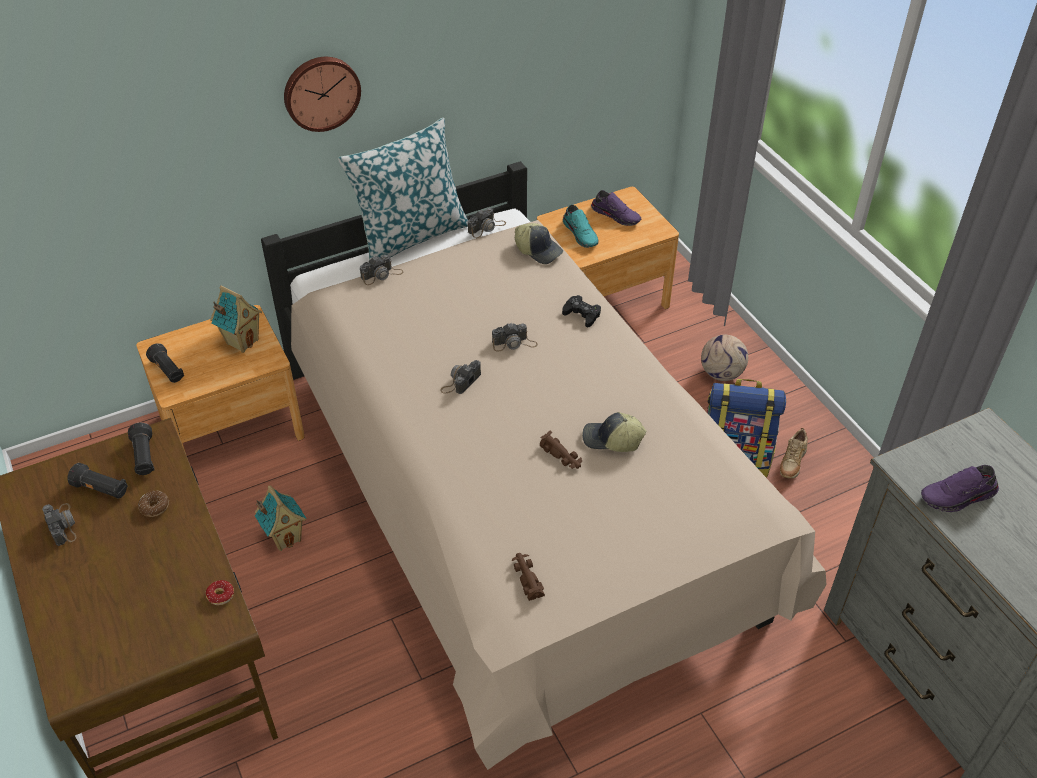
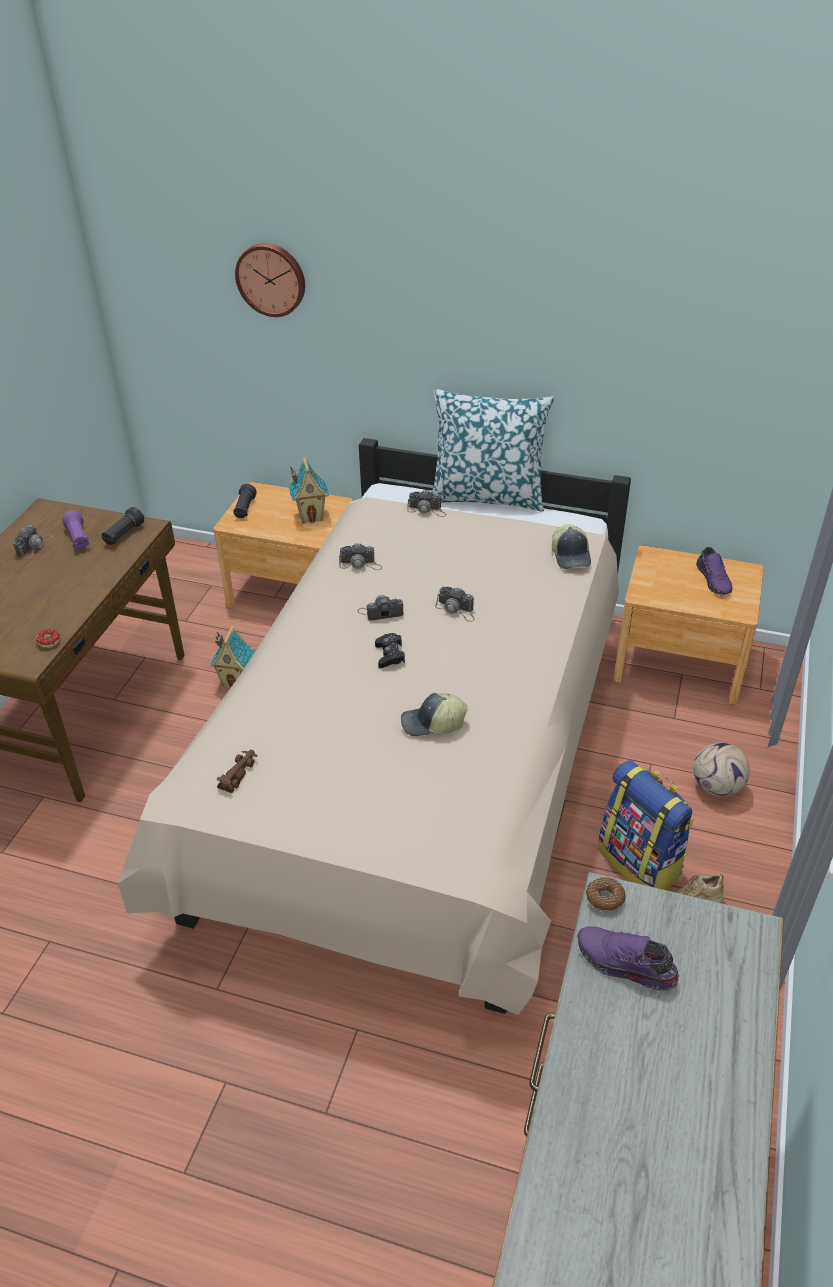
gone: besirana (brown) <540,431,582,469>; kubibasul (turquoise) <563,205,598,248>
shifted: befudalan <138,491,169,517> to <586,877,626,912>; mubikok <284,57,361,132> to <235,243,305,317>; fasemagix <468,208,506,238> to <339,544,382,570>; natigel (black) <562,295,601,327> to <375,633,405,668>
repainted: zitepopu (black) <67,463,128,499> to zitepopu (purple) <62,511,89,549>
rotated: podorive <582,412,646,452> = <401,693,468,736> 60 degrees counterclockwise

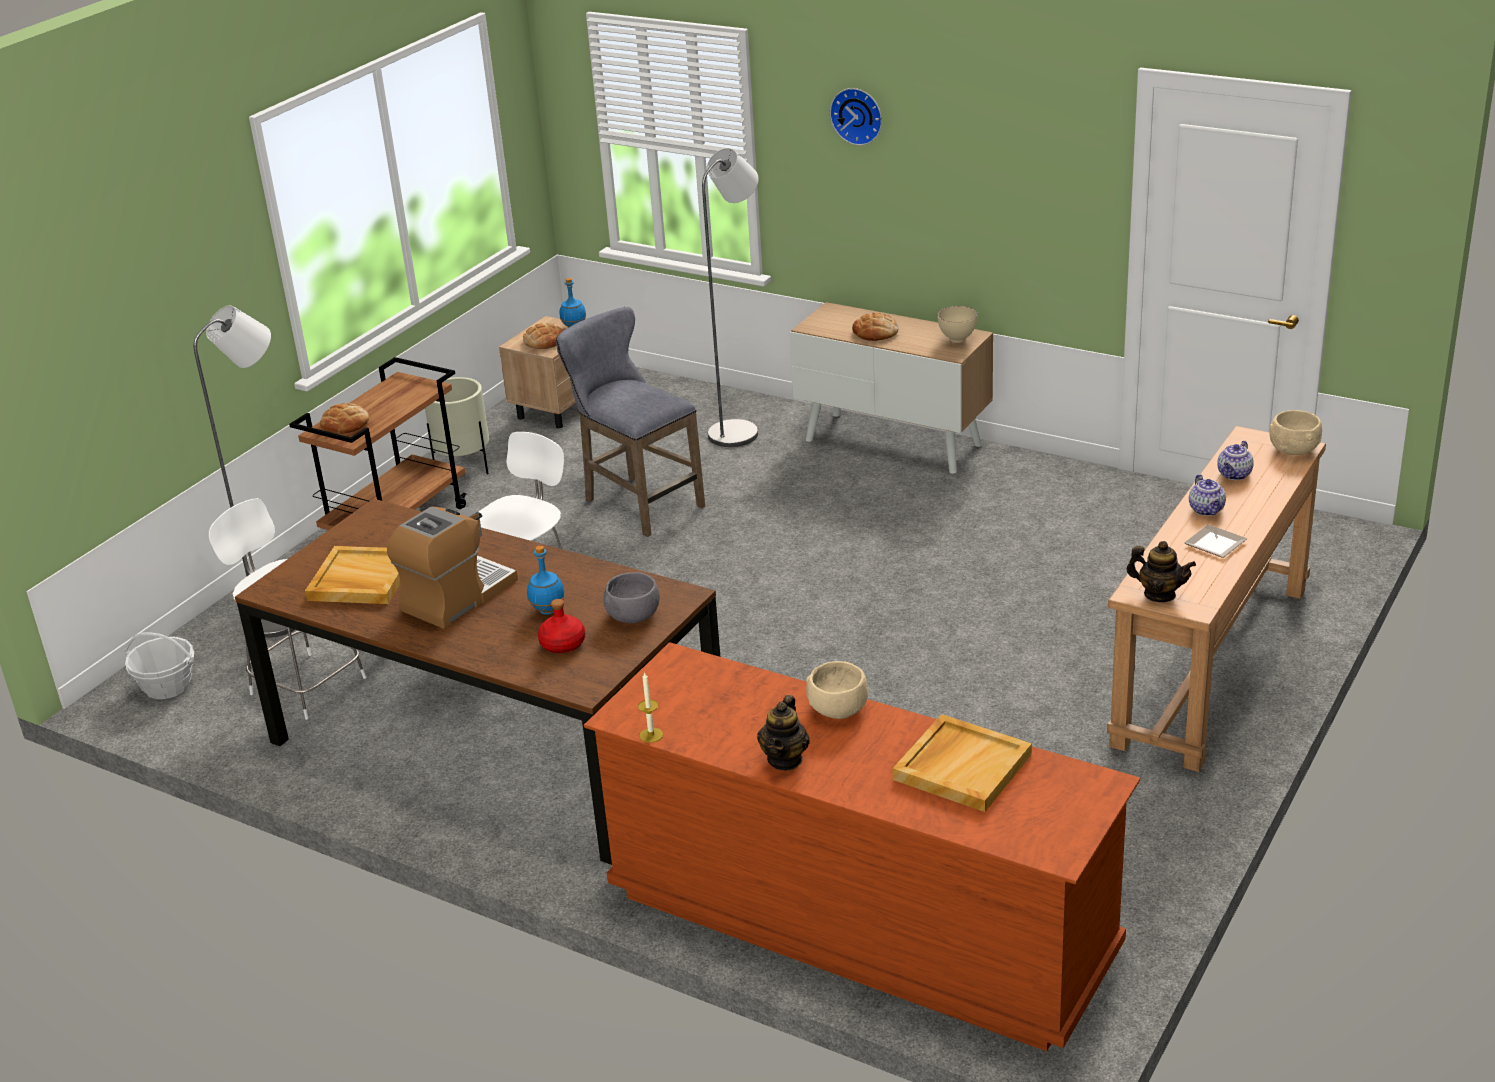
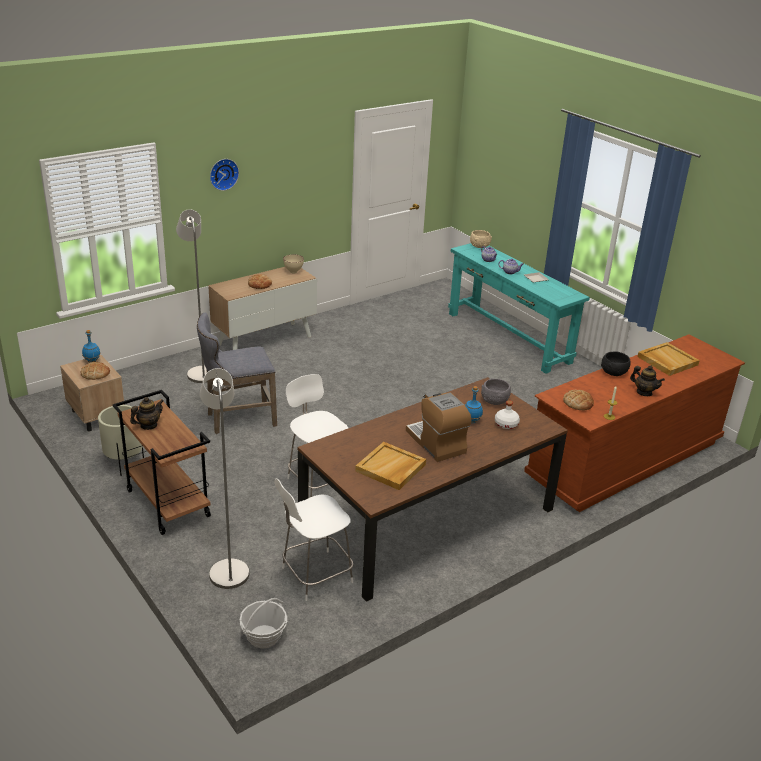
shifted: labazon <320,403,369,434> to <563,390,594,410>; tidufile <1126,541,1196,602> to <130,397,164,430>
repainted: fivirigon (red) <538,599,585,653> to fivirigon (white) <495,400,520,429>; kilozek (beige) <806,661,868,719> to kilozek (black) <601,351,631,376>; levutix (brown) <1107,426,1326,772> to levutix (turquoise) <448,243,590,373>

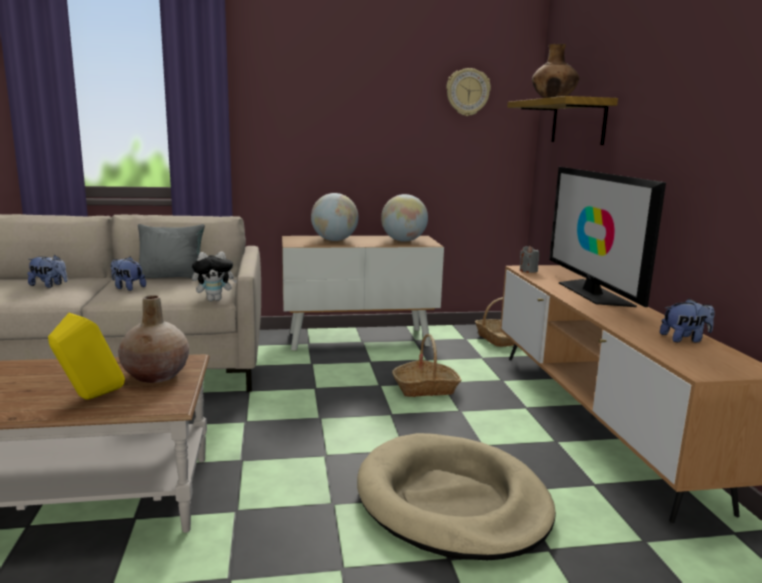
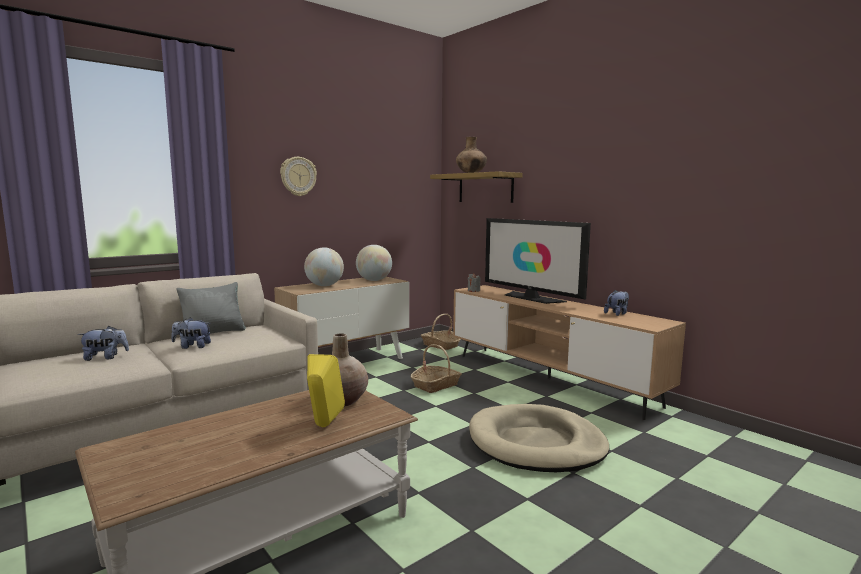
gone: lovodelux <192,252,237,301>
shifted: mubikok <446,68,491,116> to <280,157,317,196>

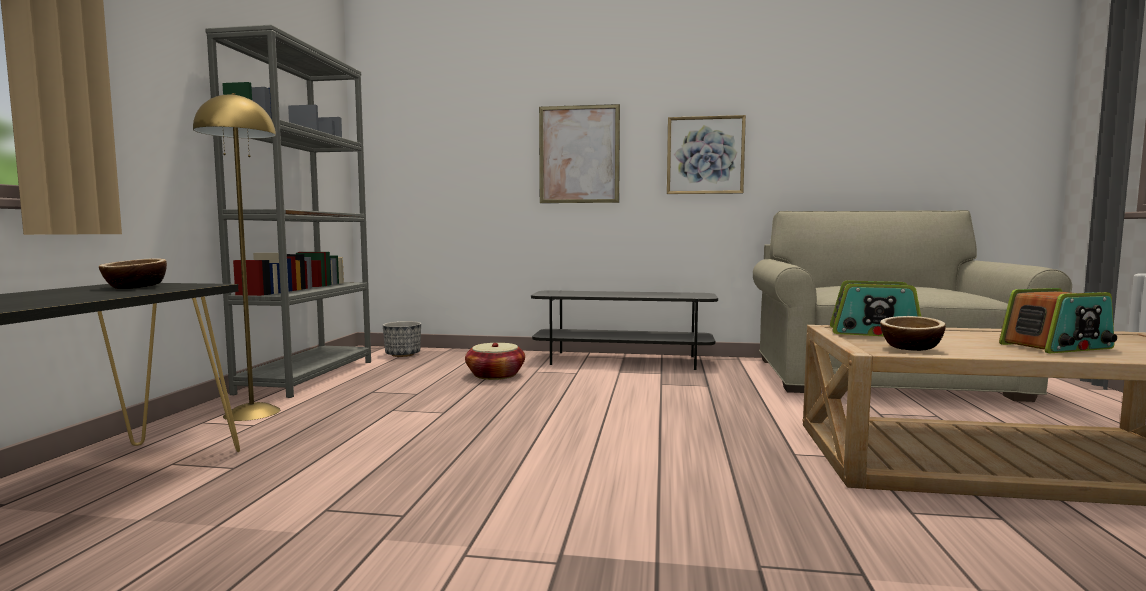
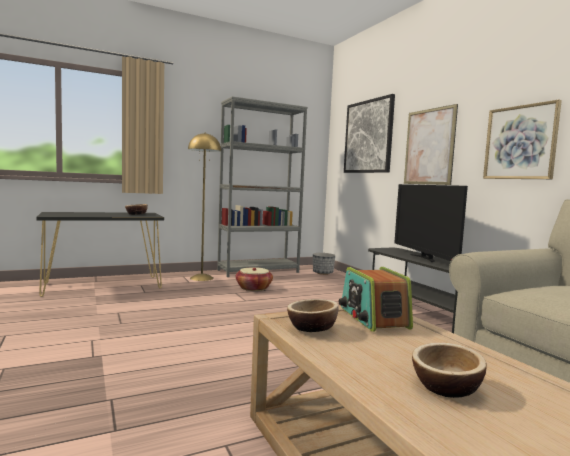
new: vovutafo <344,94,395,173>; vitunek <394,184,468,262>
shifted: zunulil <465,343,525,380> to <236,267,273,291>
swapped: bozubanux <999,288,1117,353> to kilozek <412,343,487,398>

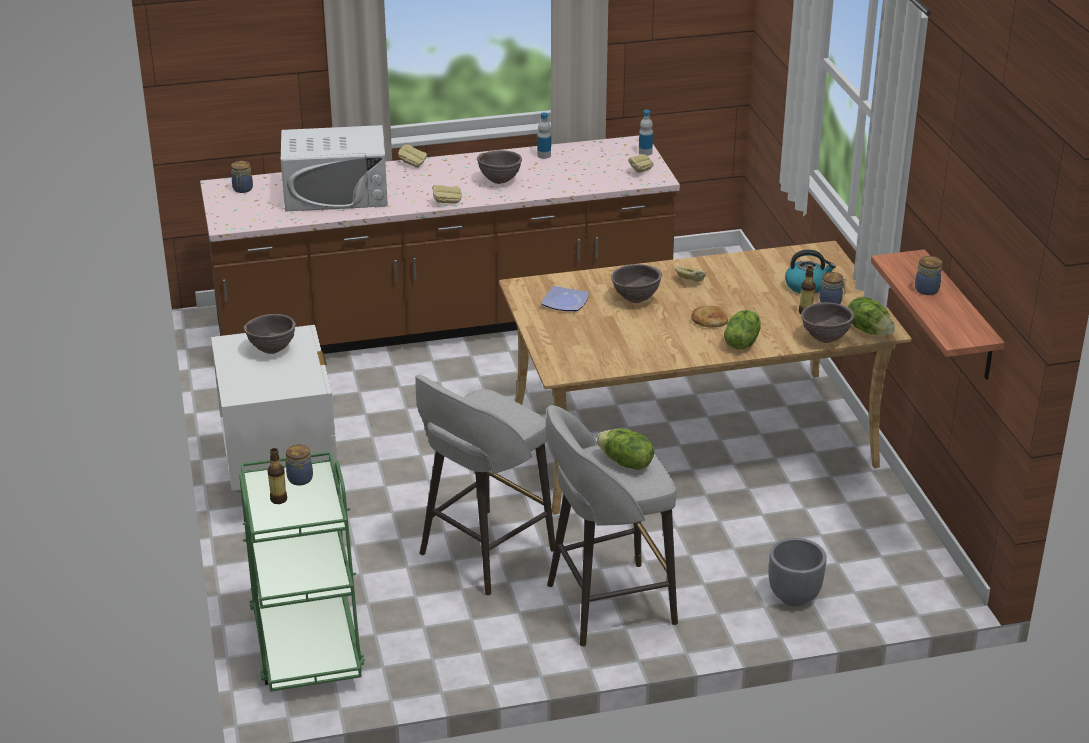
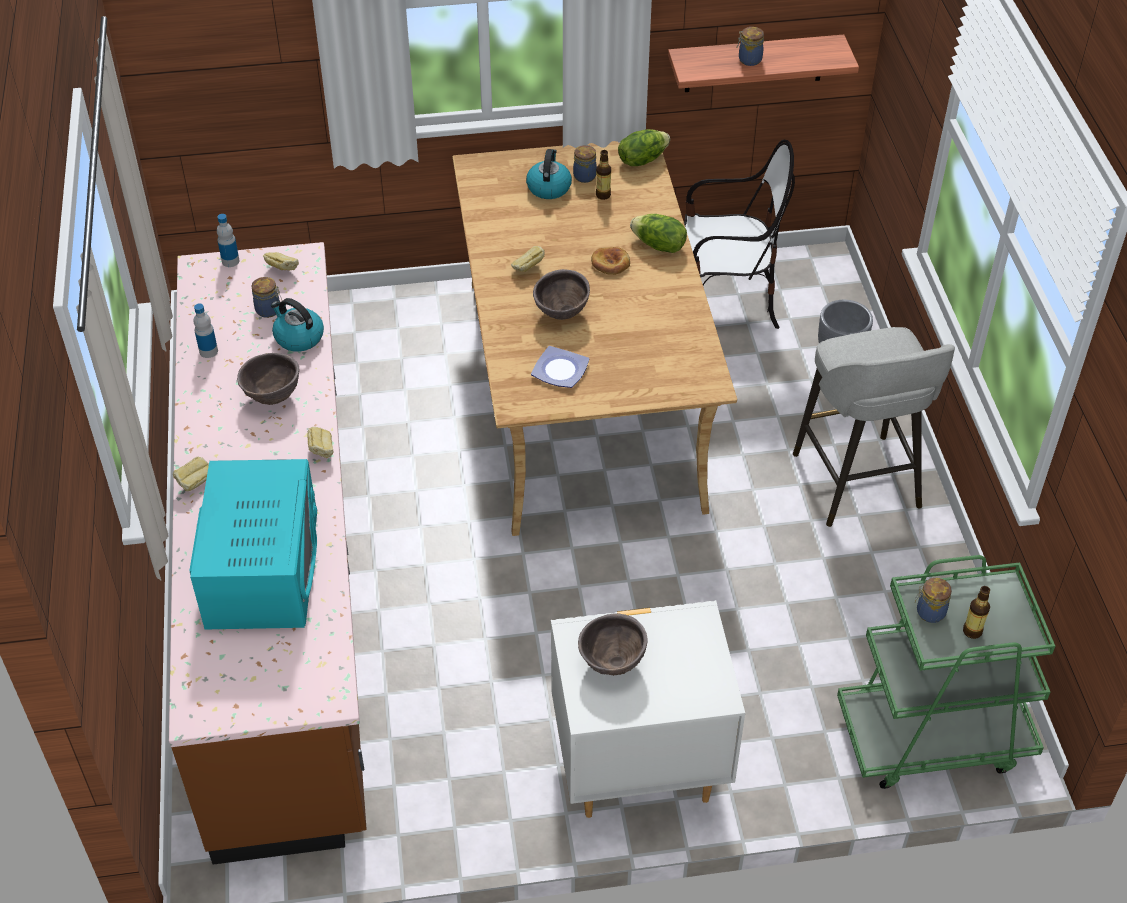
gone: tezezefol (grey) <415,375,555,596>; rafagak <597,428,654,470>; kilozek (brown) <801,302,855,343>
new: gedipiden <271,298,324,352>; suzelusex <684,140,795,329>
shifted: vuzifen <231,161,253,193> to <251,277,282,318>
repainted: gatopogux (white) <281,125,388,212> to gatopogux (turquoise) <189,459,317,630>

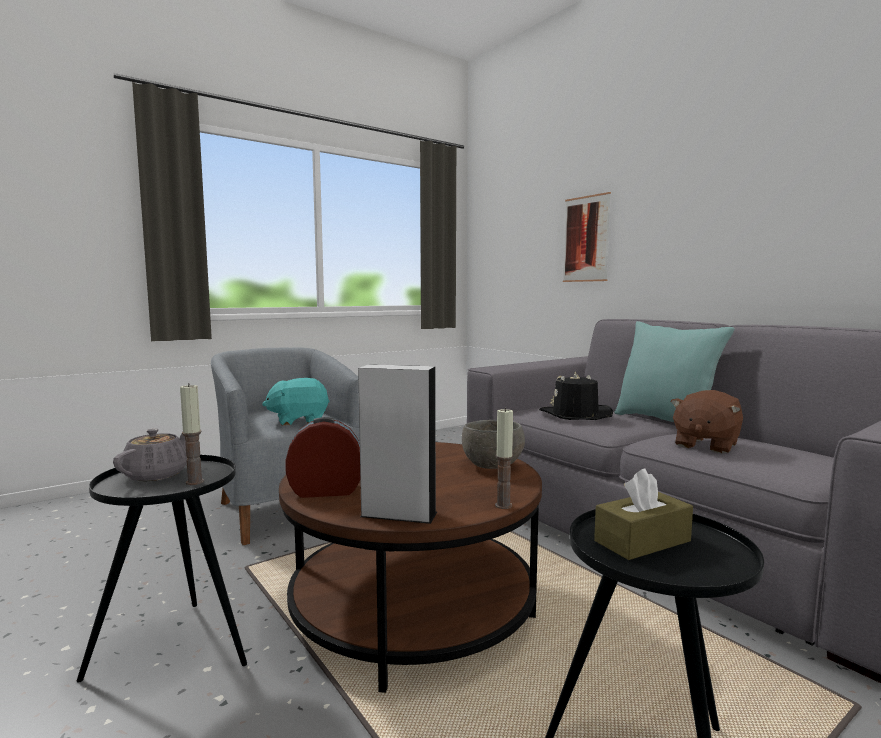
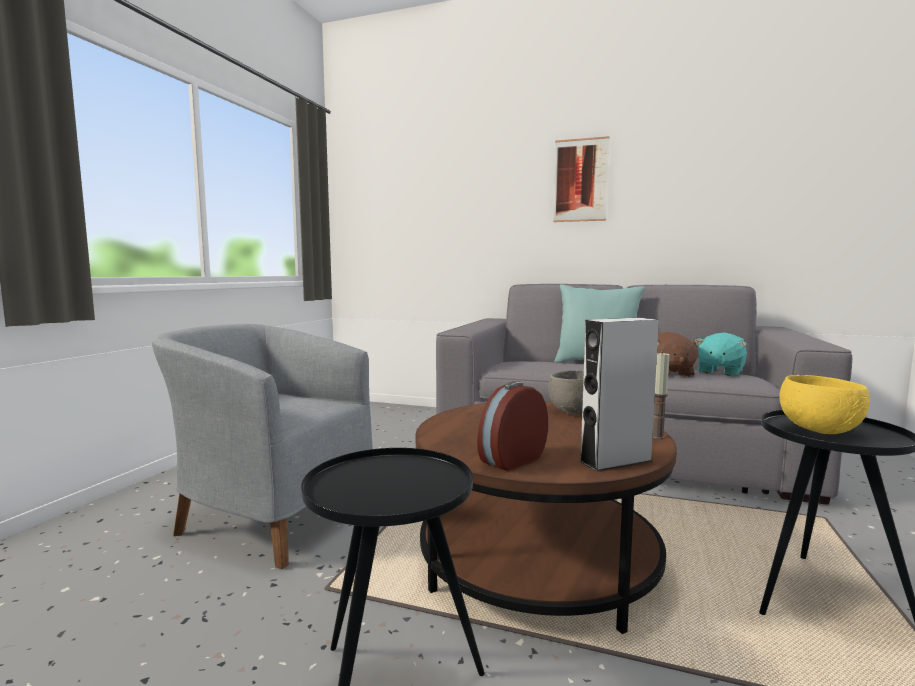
gone: tidufile (grey) <113,429,187,481>; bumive <180,383,204,485>; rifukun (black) <539,371,613,420>
shifted: lovodelux (turquoise) <262,378,330,426> to <696,333,747,377>; vovutafo <563,192,611,282> to <553,136,610,222>
swapped: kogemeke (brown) <594,468,693,560> to kilozek (yellow) <780,375,870,434>

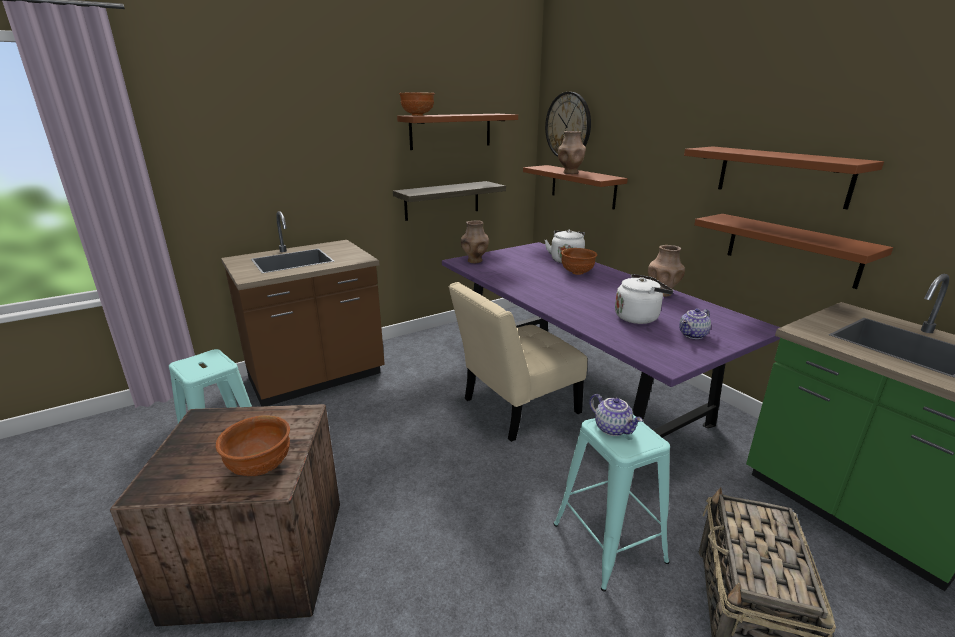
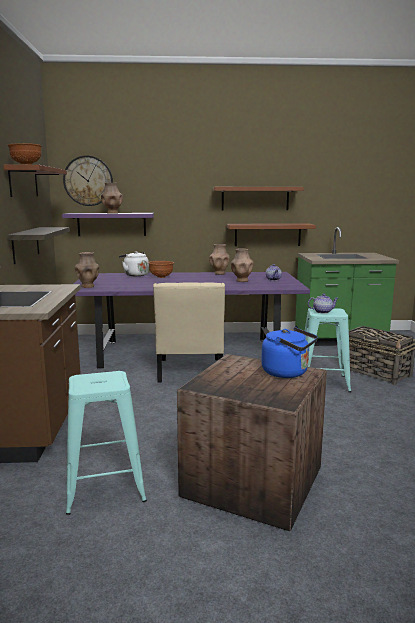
swapped: kilozek (brown) <216,415,290,476> to gedipiden (blue) <261,327,318,378>; gedipiden (white) <615,274,674,324> to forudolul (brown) <231,248,253,282>
repainted: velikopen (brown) <523,165,628,210> to velikopen (purple) <62,213,154,236>

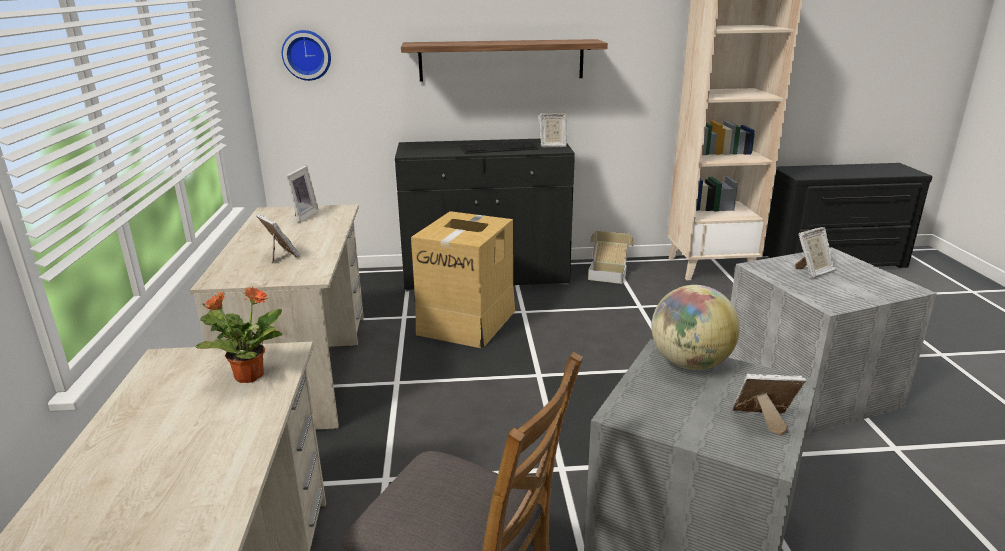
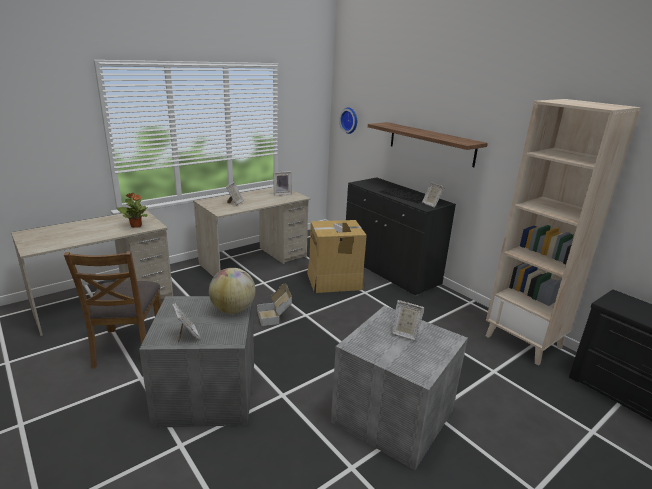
shifted: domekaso <588,231,634,284> to <257,284,292,326>

